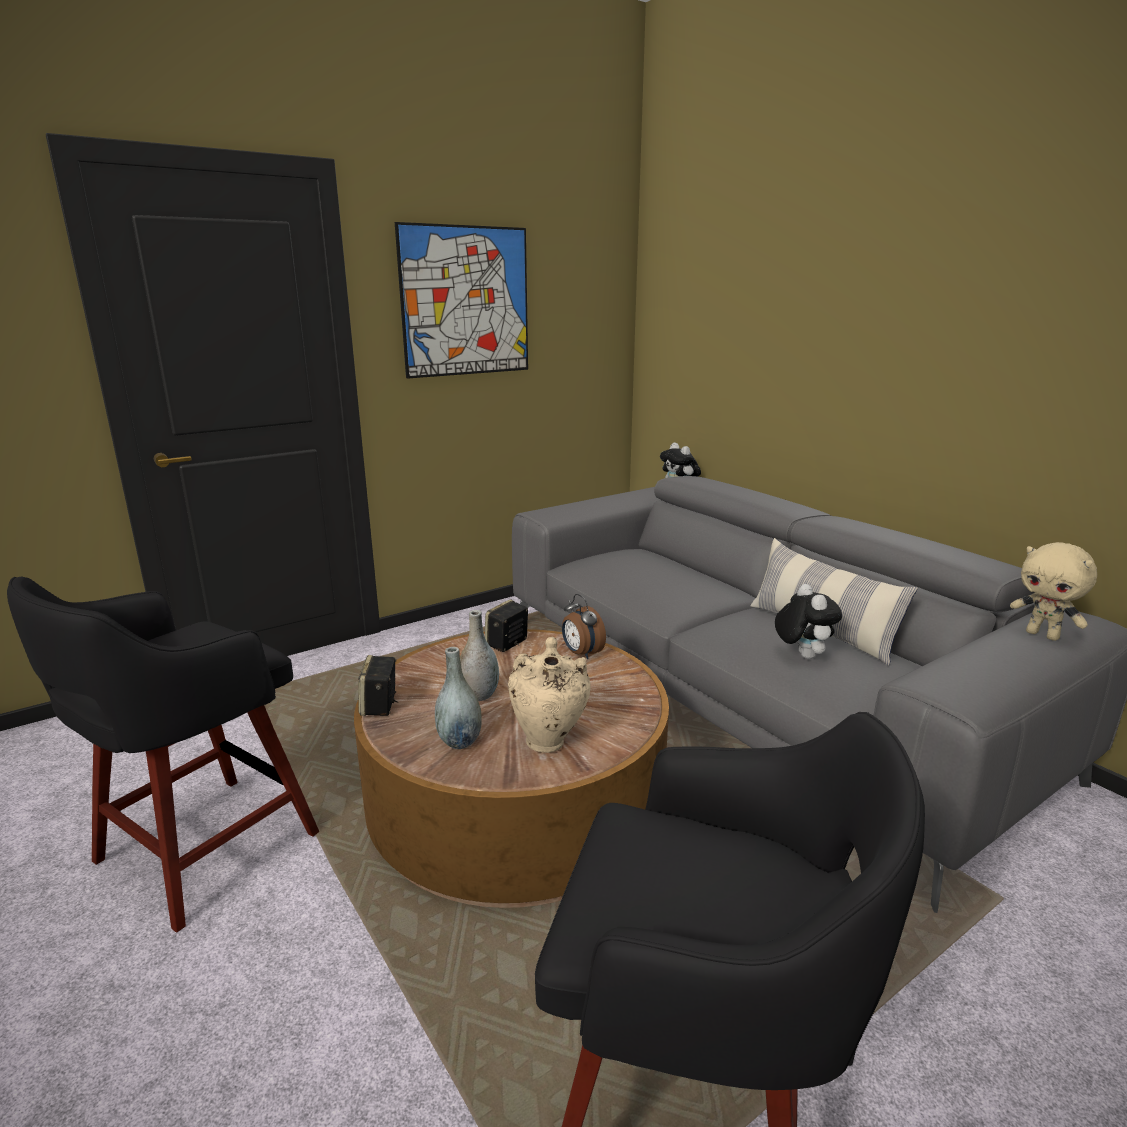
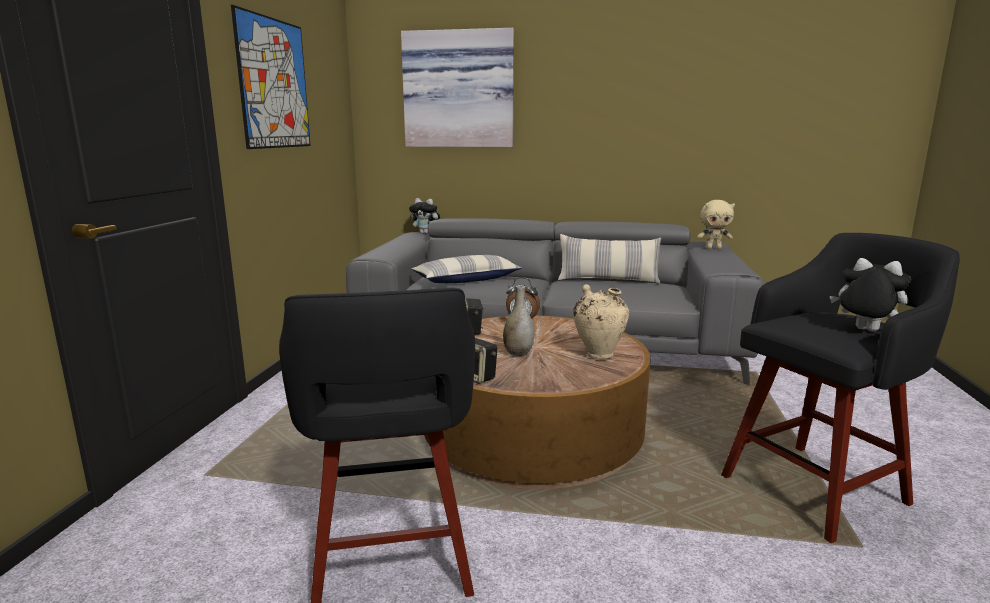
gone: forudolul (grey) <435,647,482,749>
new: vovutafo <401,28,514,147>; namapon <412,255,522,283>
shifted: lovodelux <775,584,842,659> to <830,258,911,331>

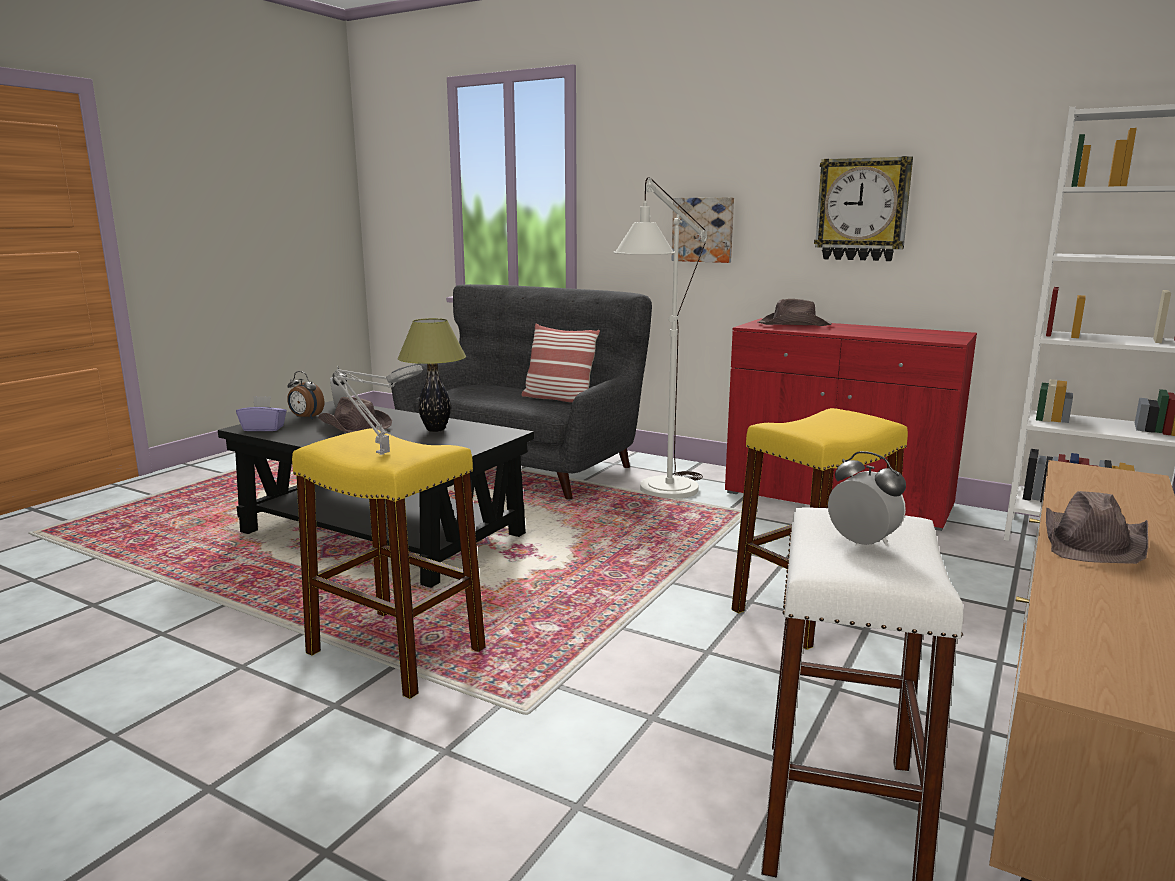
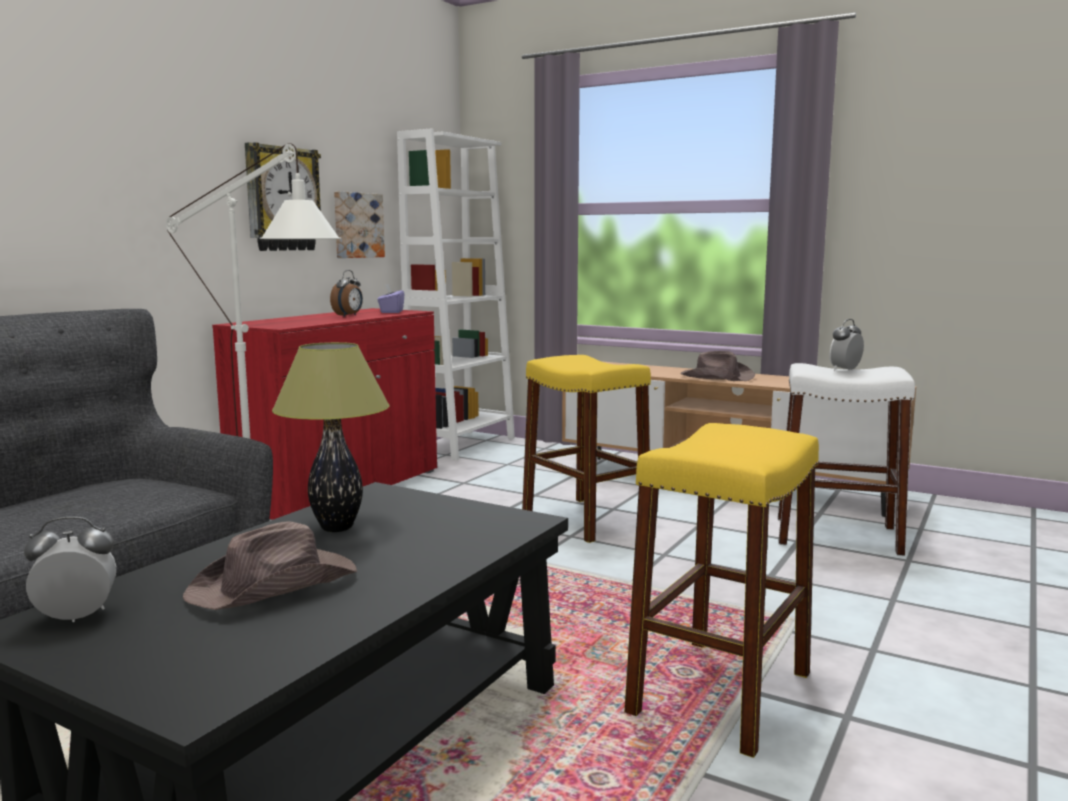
gone: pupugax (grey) <334,365,423,455>; namapon <522,323,600,403>; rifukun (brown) <758,299,832,326>
shifted: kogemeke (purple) <236,396,287,431> to <377,284,404,313>; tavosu <287,371,324,419> to <330,270,363,316>; vovutafo <671,197,734,263> to <334,191,385,258>

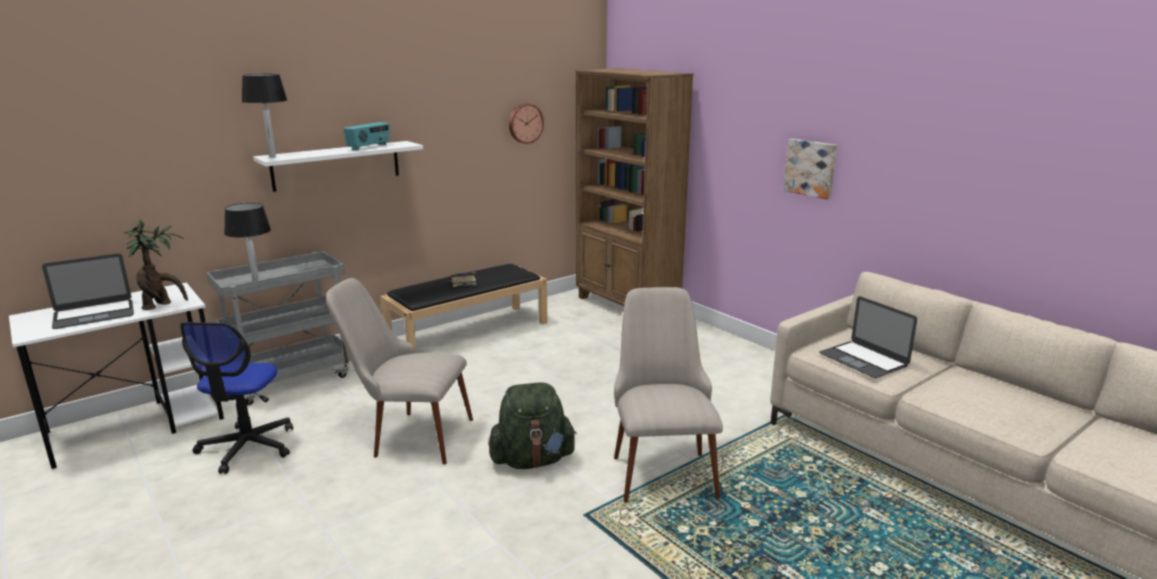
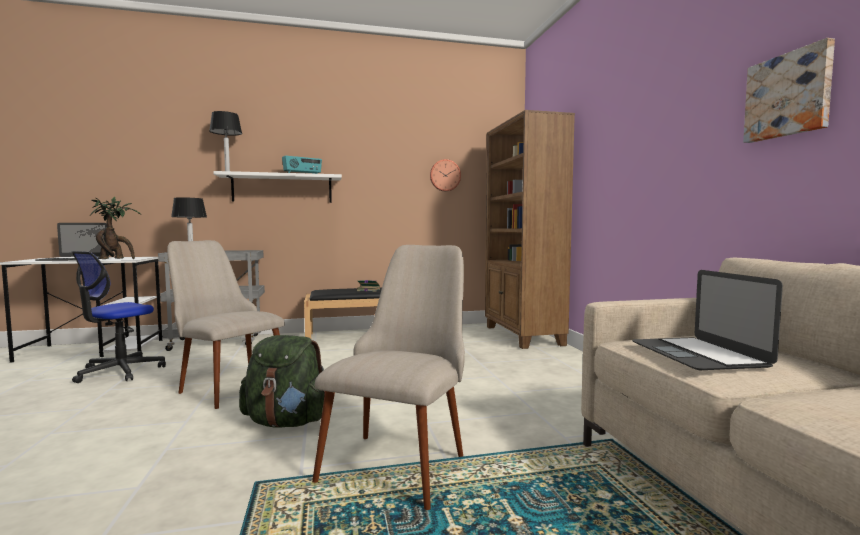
shifted: vovutafo <783,139,837,200> to <743,38,835,143>

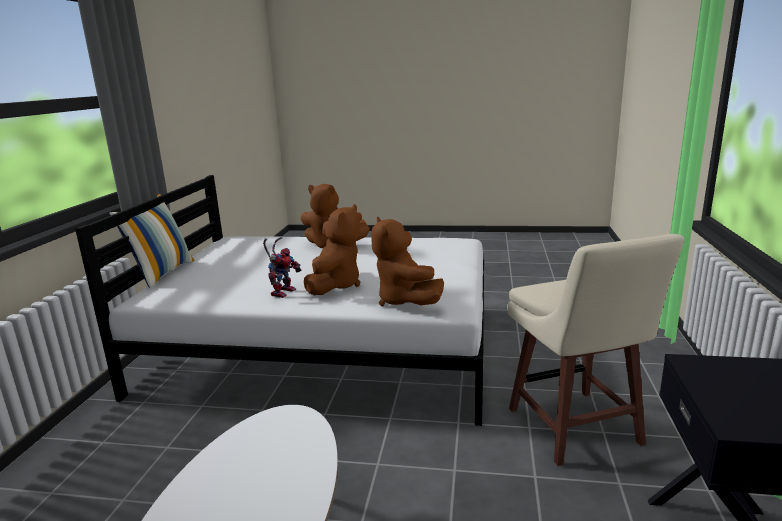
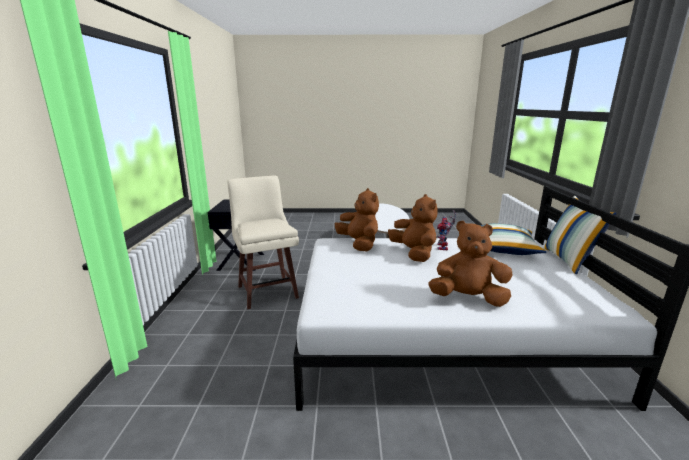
new: namapon <479,223,546,255>
rotated: lovodelux (brown) <304,204,360,295> = <388,194,438,262> 150 degrees clockwise

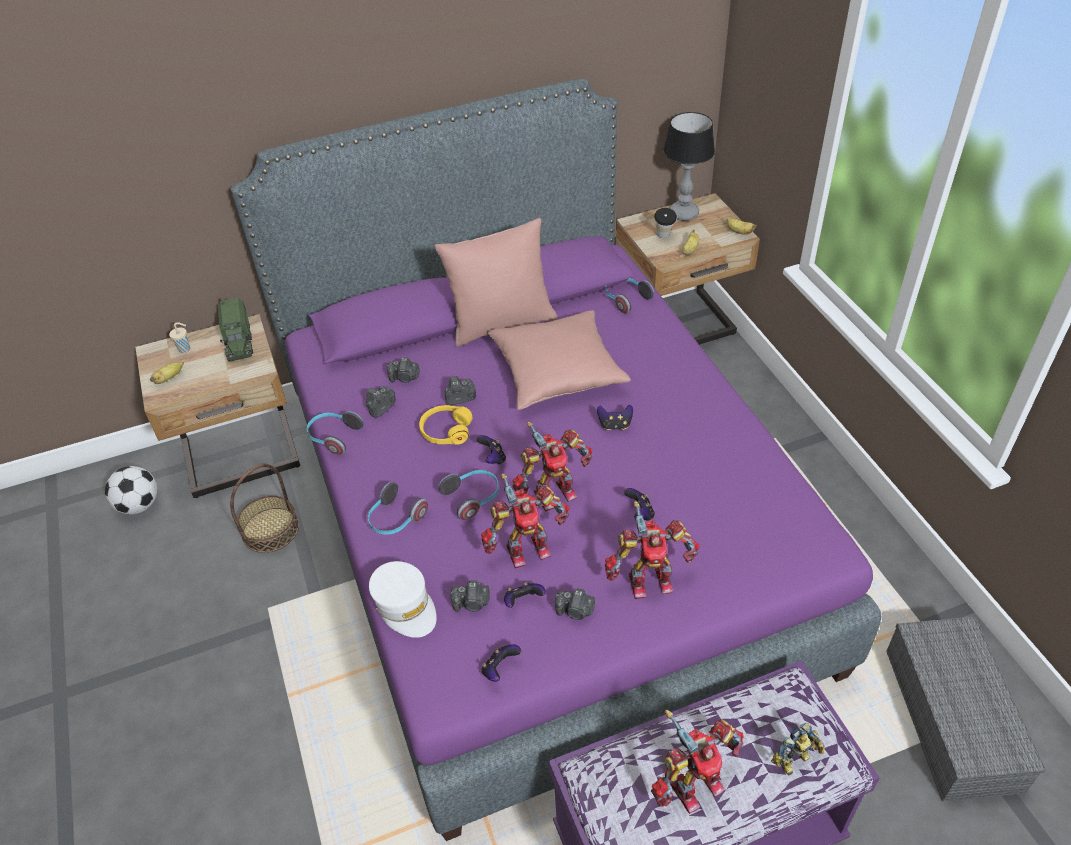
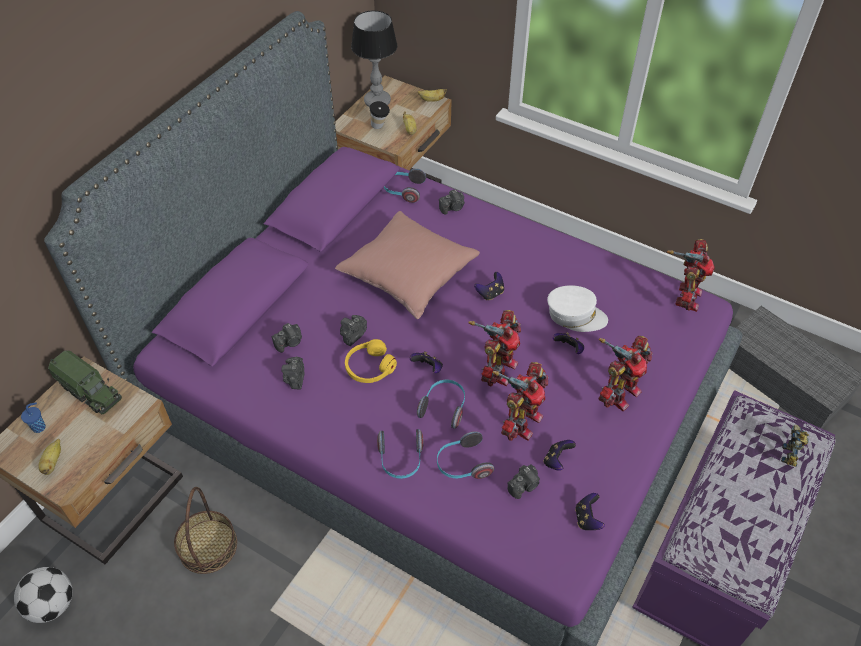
gone: namapon (pink) <435,218,558,347>
shifted: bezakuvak <307,411,364,455> to <437,431,494,479>; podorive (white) <369,561,437,638> to <547,285,608,332>; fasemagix <555,588,595,620> to <439,190,465,215>; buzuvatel <651,710,744,814> to <667,239,715,312>
repainted: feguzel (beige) <169,322,190,353> to feguzel (blue) <21,402,46,433>

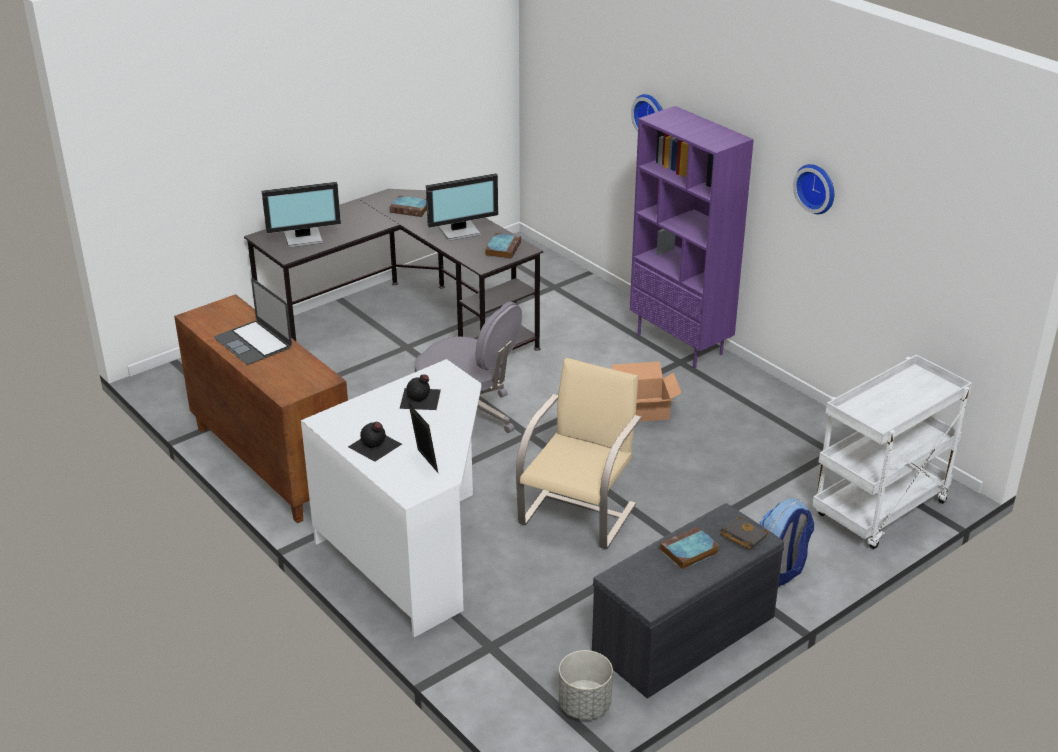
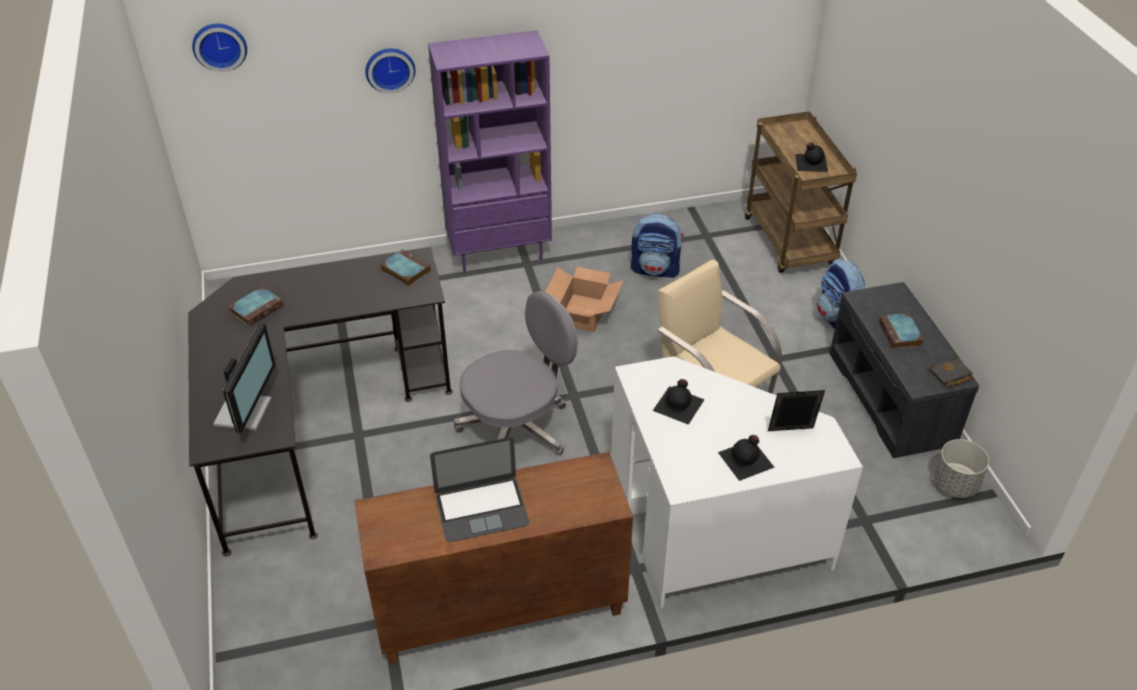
gone: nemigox <426,173,498,241>
new: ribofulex <631,214,684,278>; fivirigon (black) <795,142,828,172>
shifted: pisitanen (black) <720,517,769,550> to <929,358,974,388>; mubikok <793,164,834,214> to <192,24,247,72>
repainted: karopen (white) <812,354,972,549> to karopen (brown) <745,111,857,273>

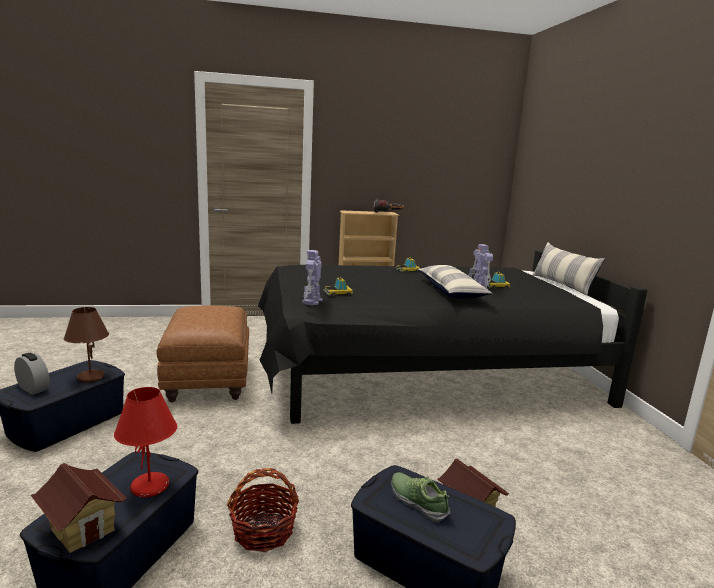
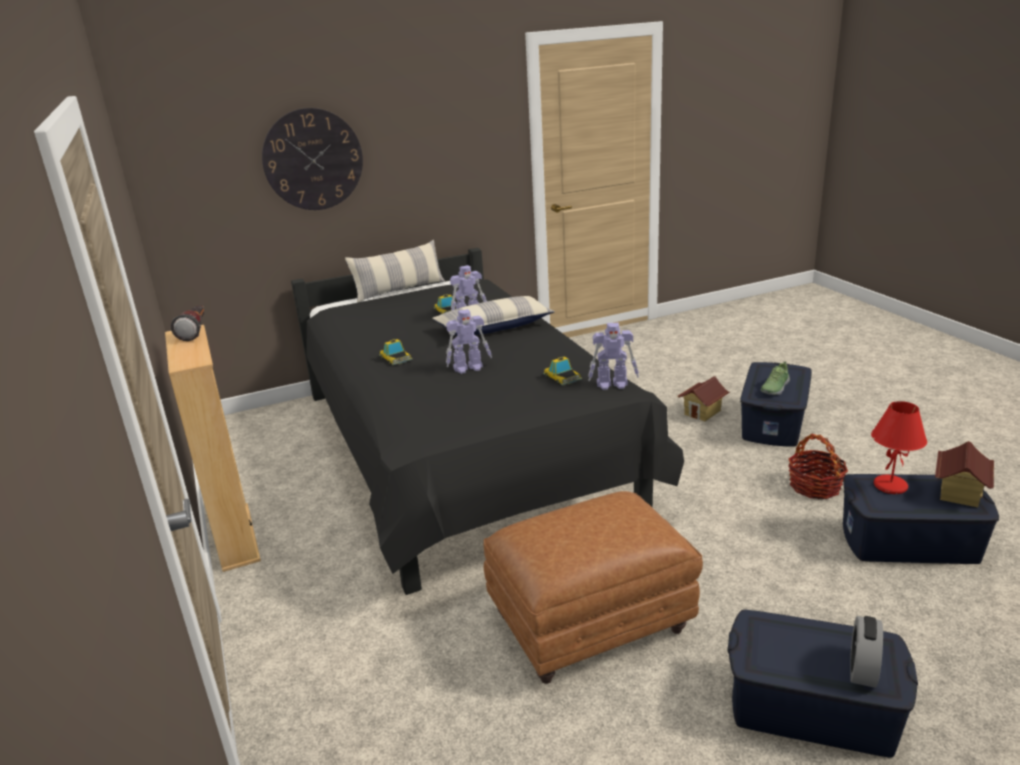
gone: pupugax (brown) <64,307,109,383>
new: mubikok <262,108,363,210>; buzuvatel <446,309,492,374>

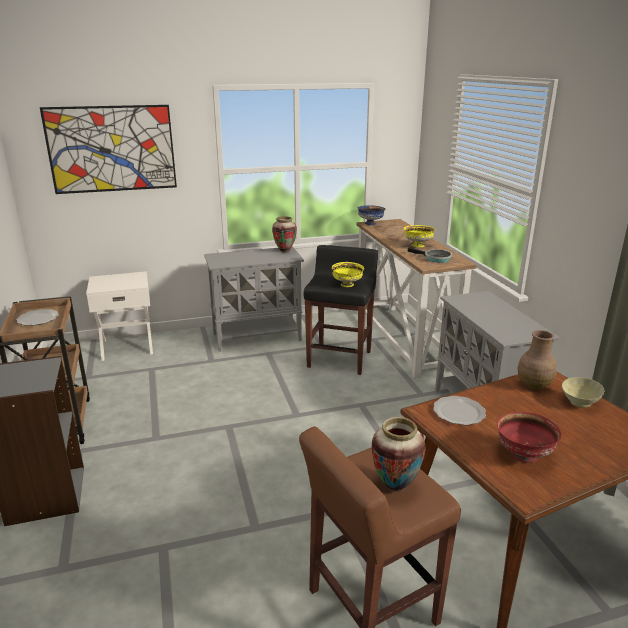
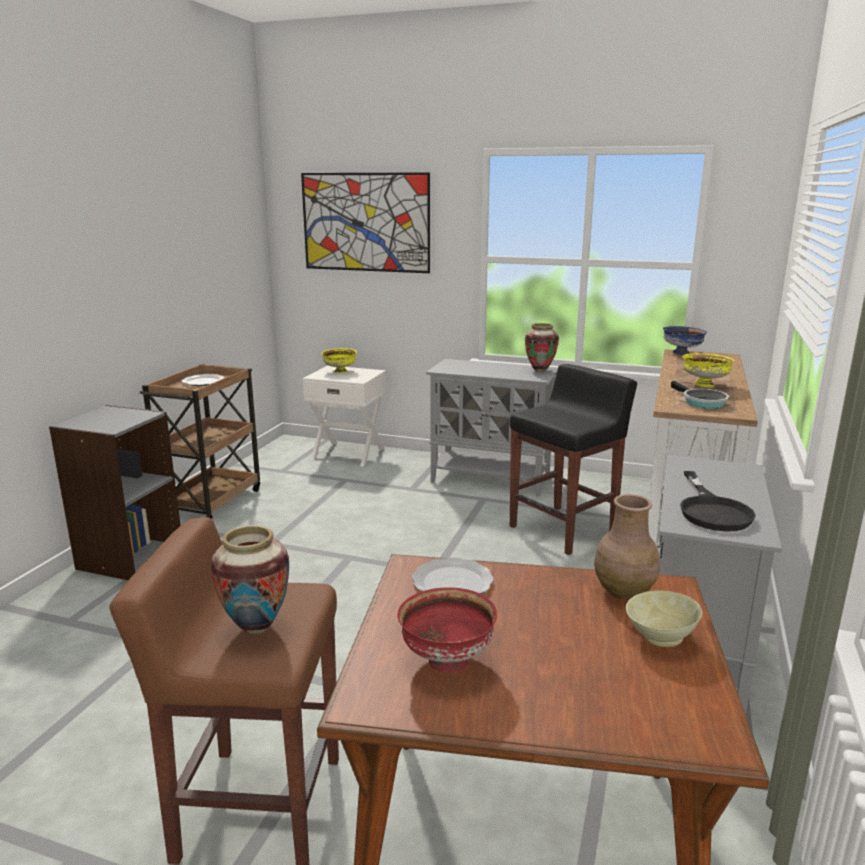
new: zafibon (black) <680,471,756,532>
shifted: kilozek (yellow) <332,262,364,287> to <322,348,357,373>

